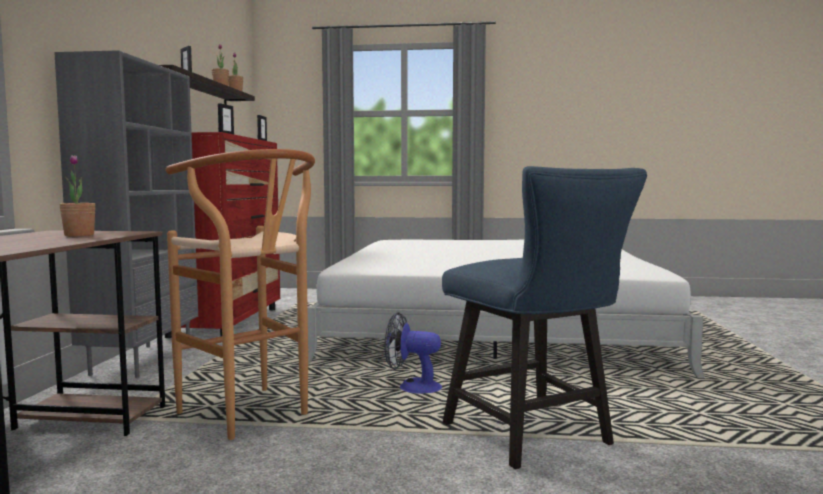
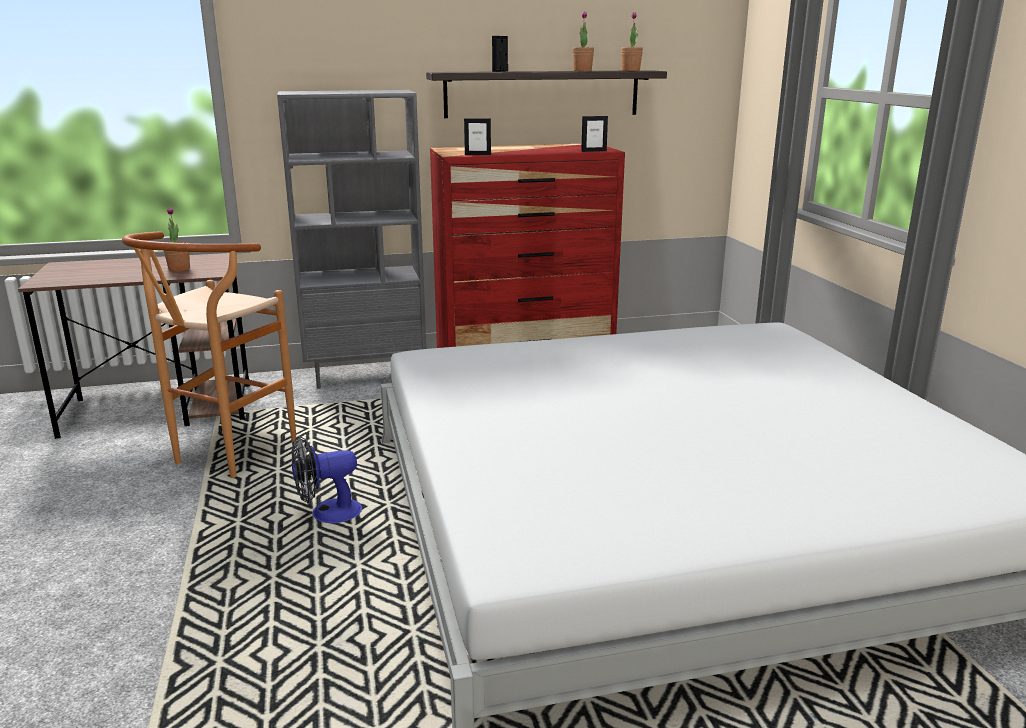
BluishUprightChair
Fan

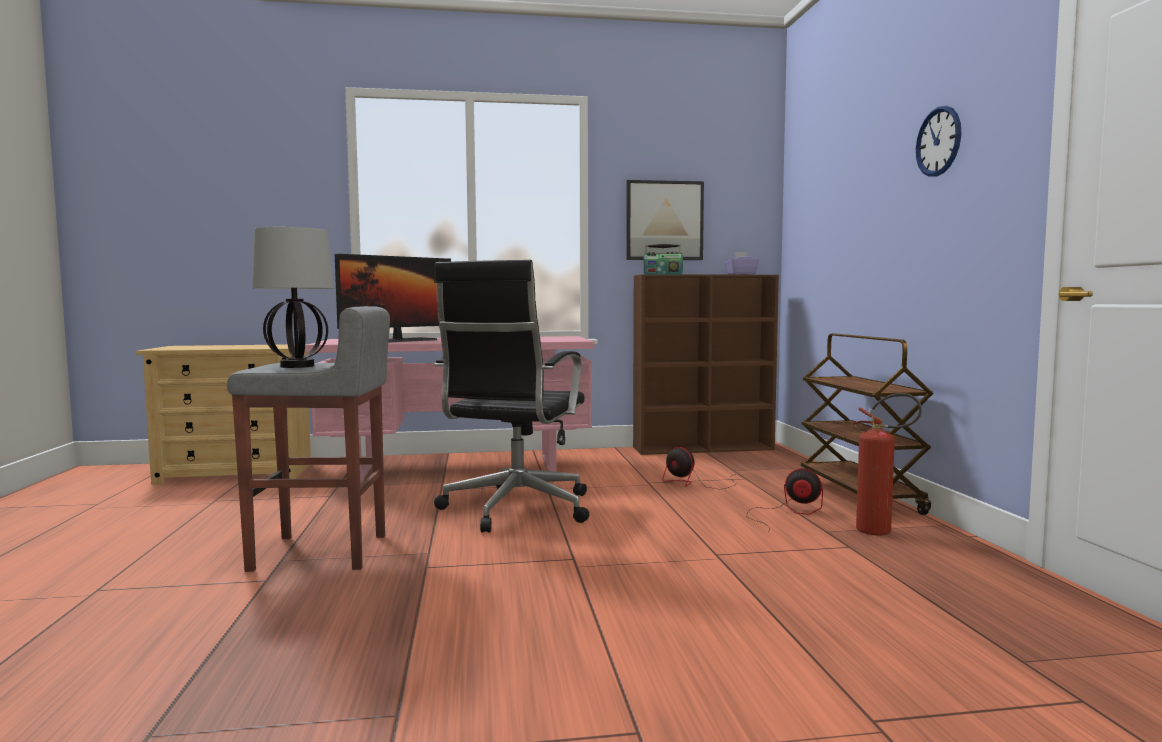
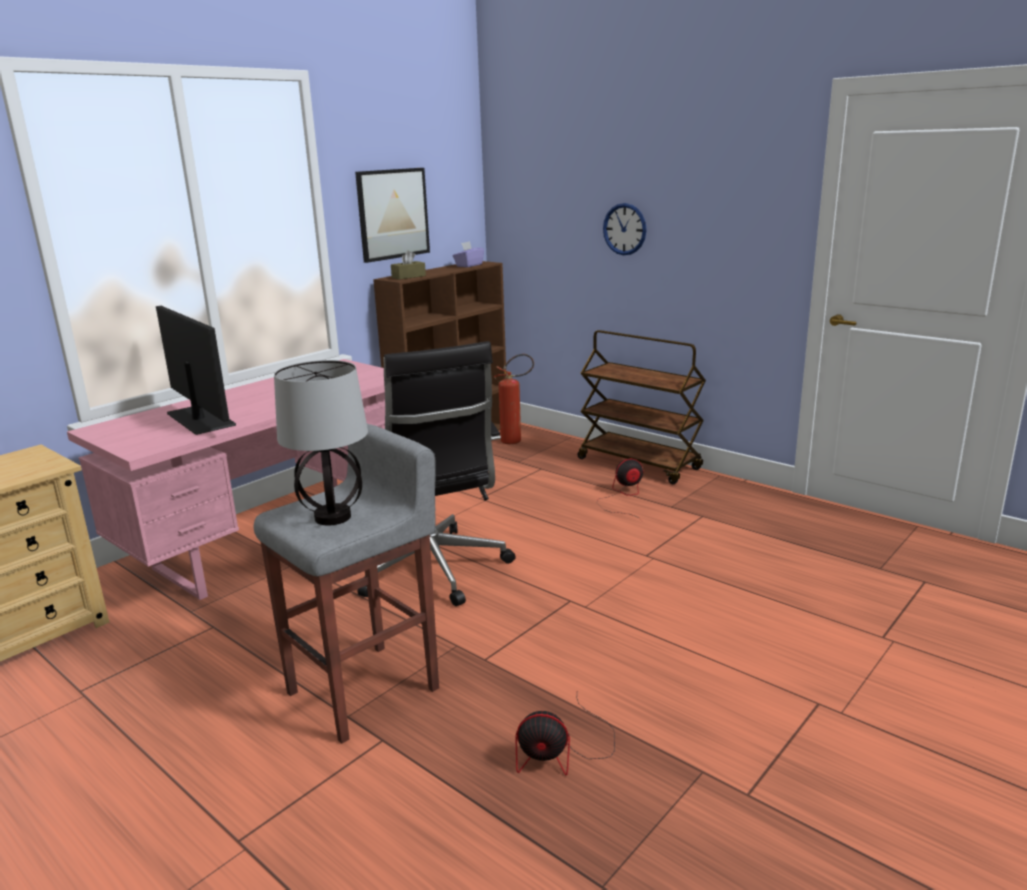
ClockOnTheWall
BrownColouredTissueBox
ComputerScreen
FireExtinguisher
Fan (1st from left)

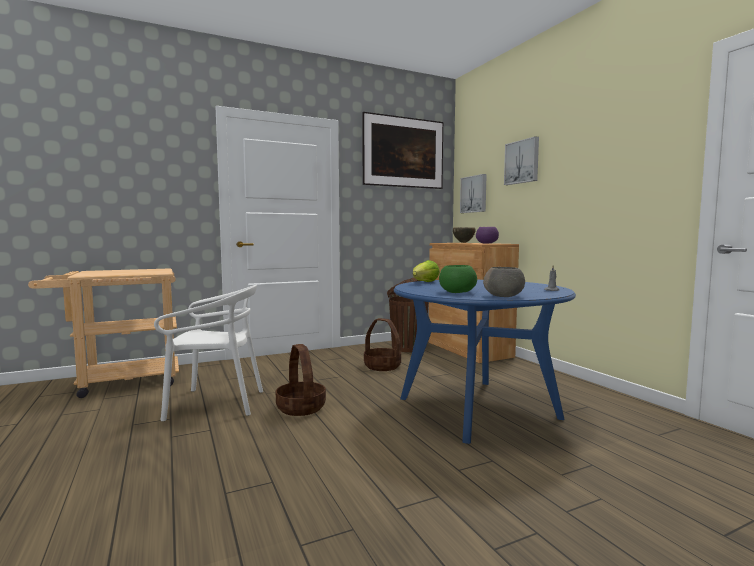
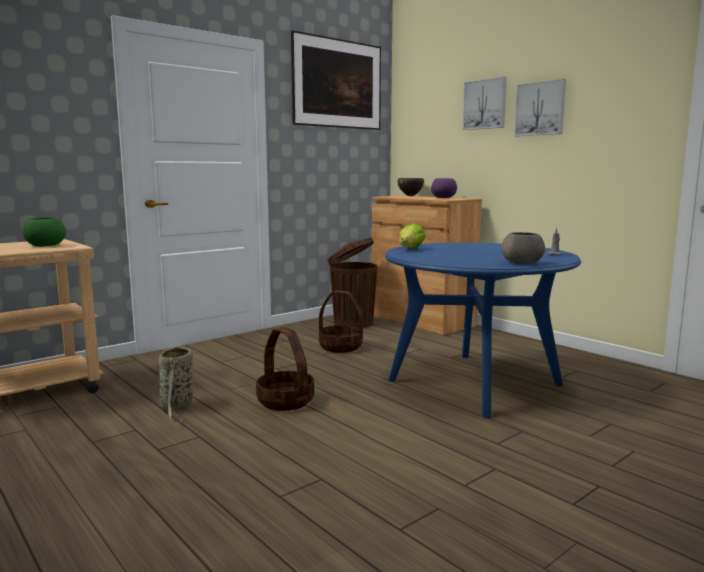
WallPicture (3rd from left)
GreenColouredServingBowl
Basket (1st from left)

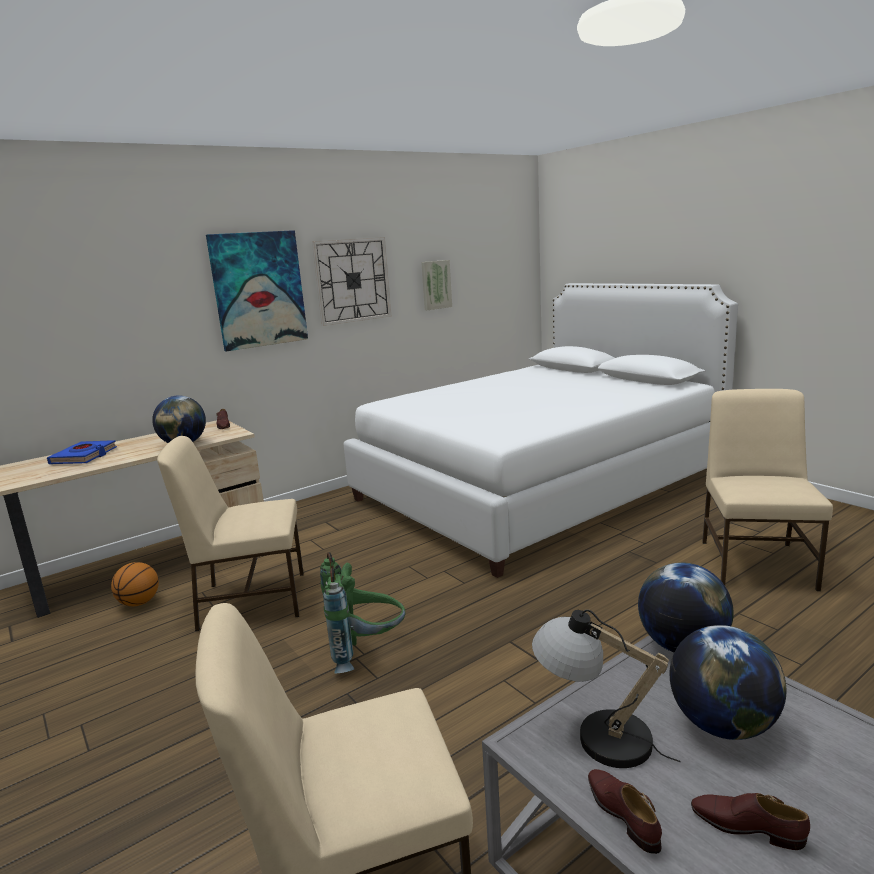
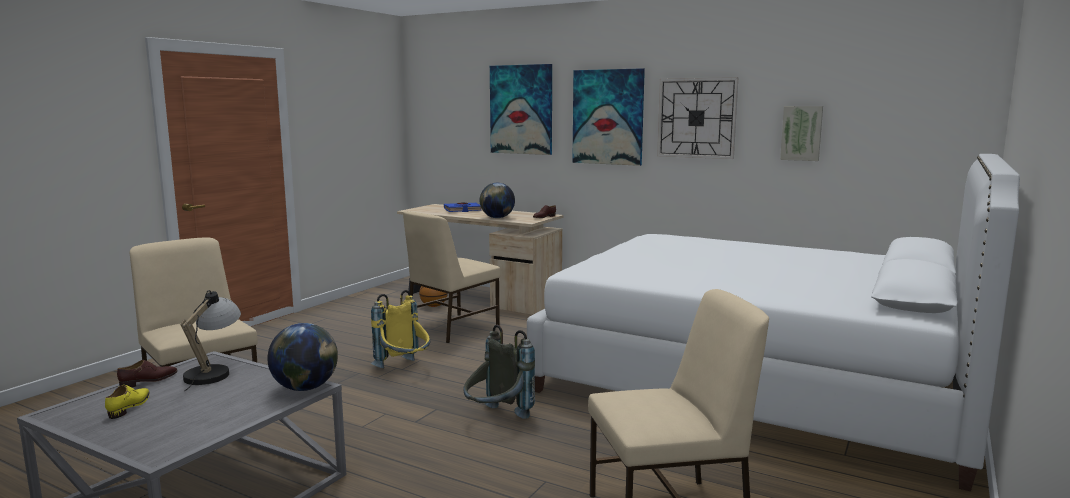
SandColouredUprightChair (2nd from left)
YellowKnapsack
WorldGlobe (3rd from left in the first image)
YellowLowShoe
WallPicture (1st from left)
GreyKnapsack

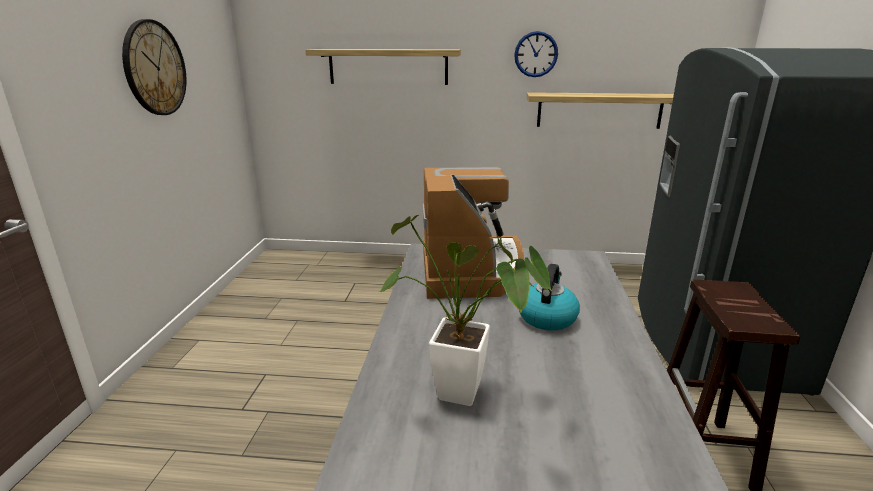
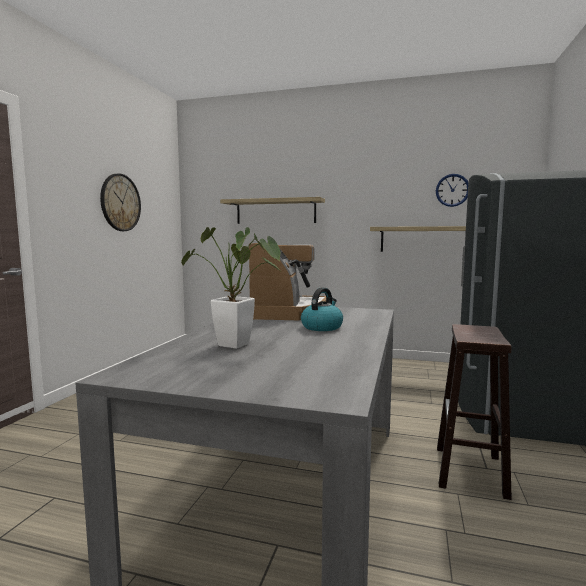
ClockOnTheWall (2nd from left)

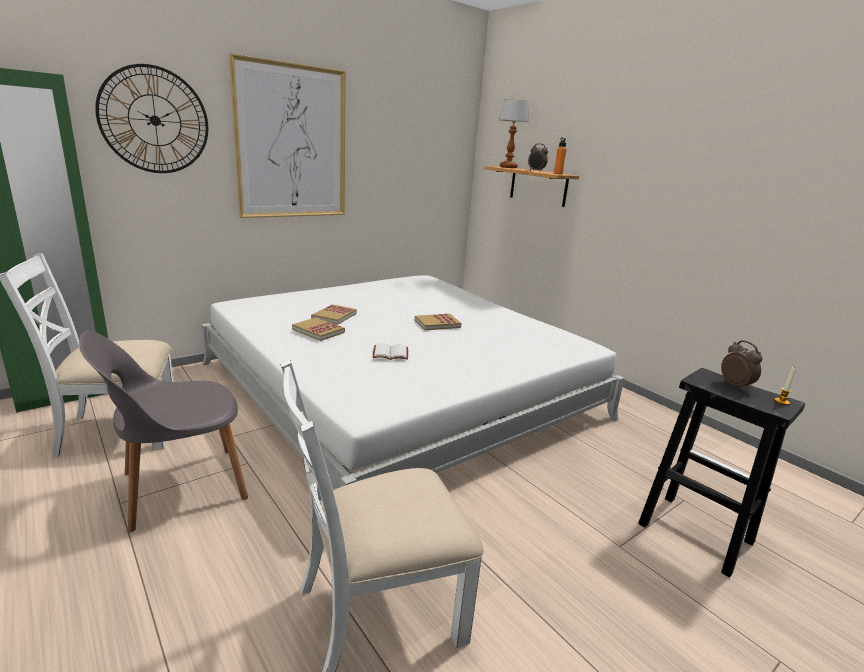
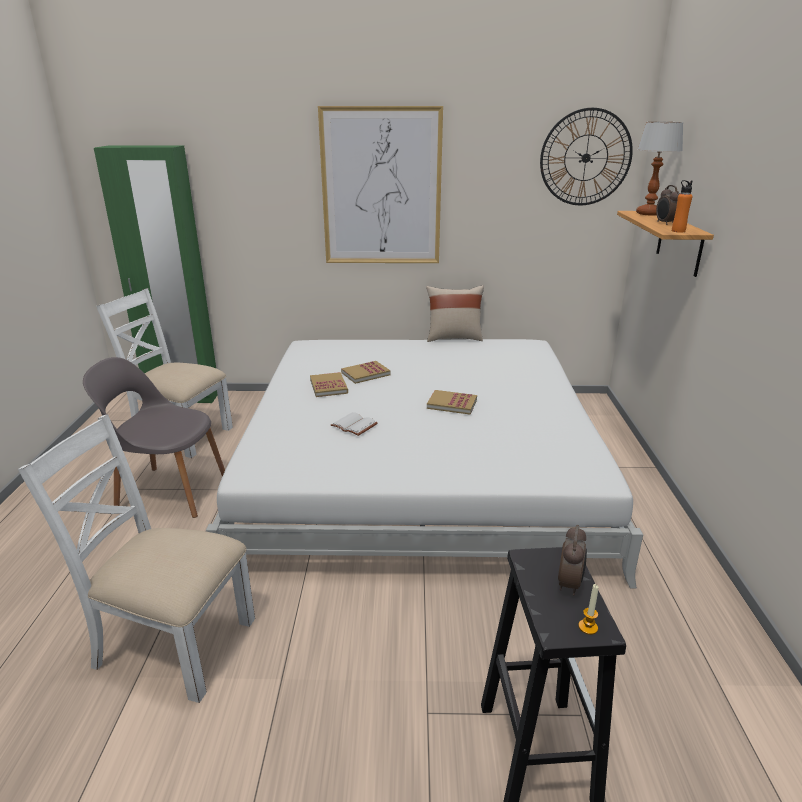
ClockOnTheWall
SandColouredThrowPillow

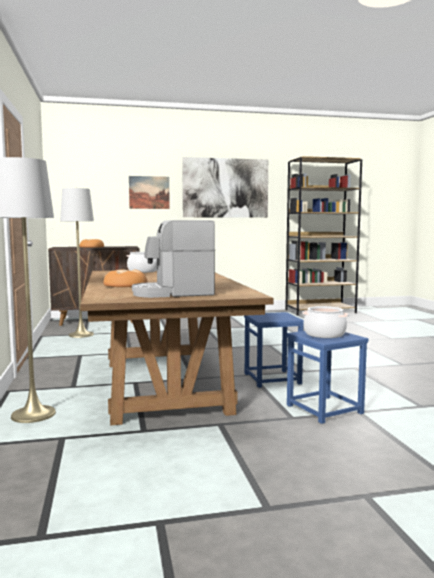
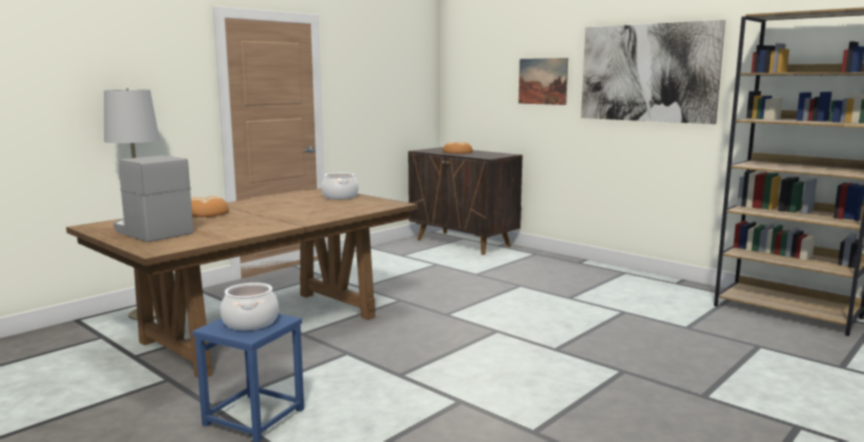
GreyStandingLamp (2nd from left in the first image)
BluishStool (1st from left in the first image)

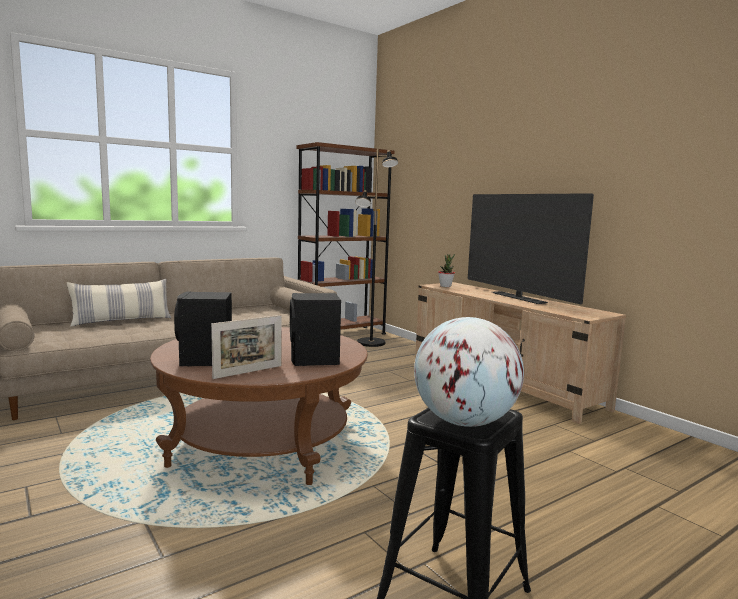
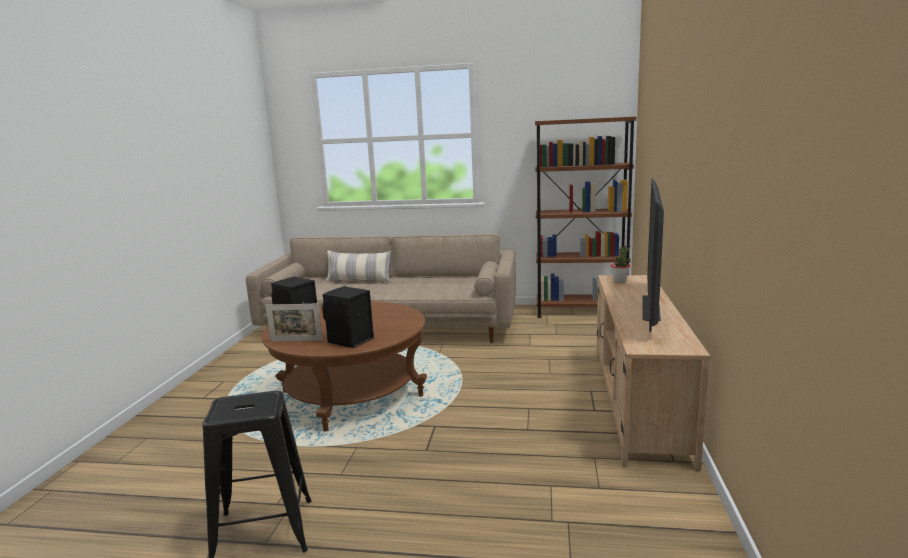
BlackishStandingLamp
WorldGlobe

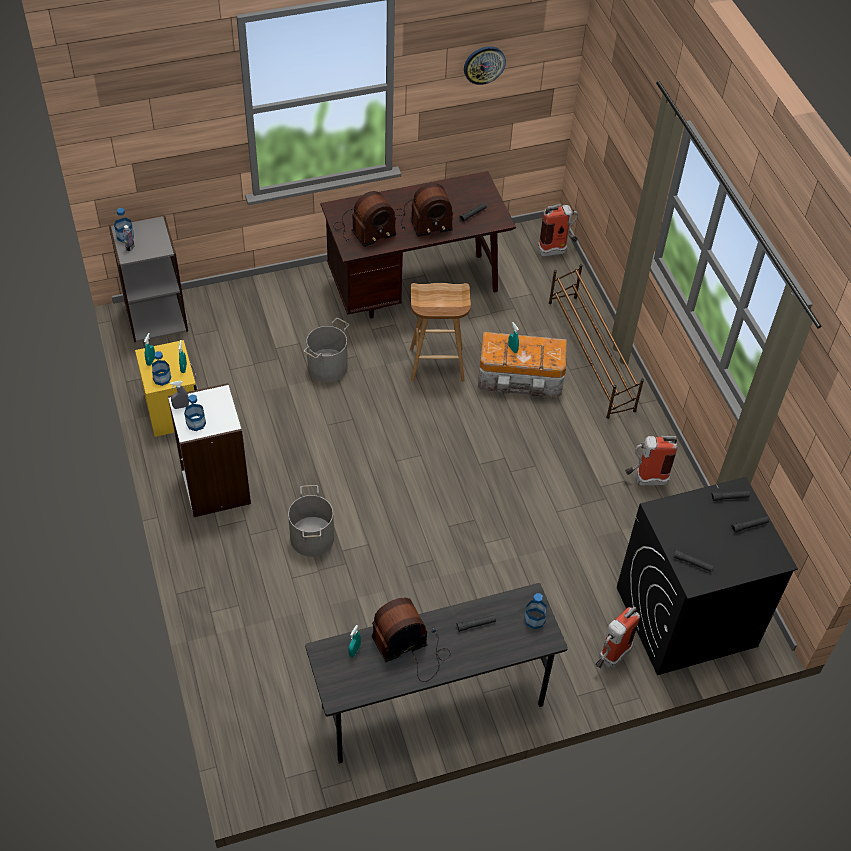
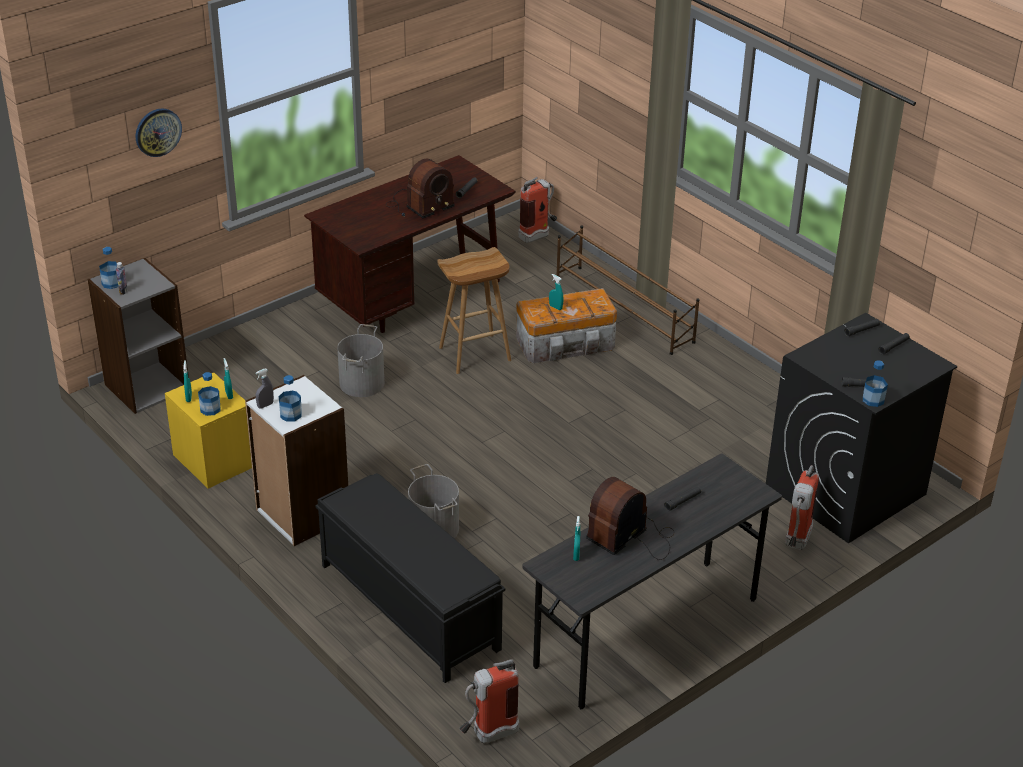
ClockOnTheWall
RadioSet (1st from left in the first image)
FireExtinguisher (1st from left)
Bottle (5th from left)
BlackishBench

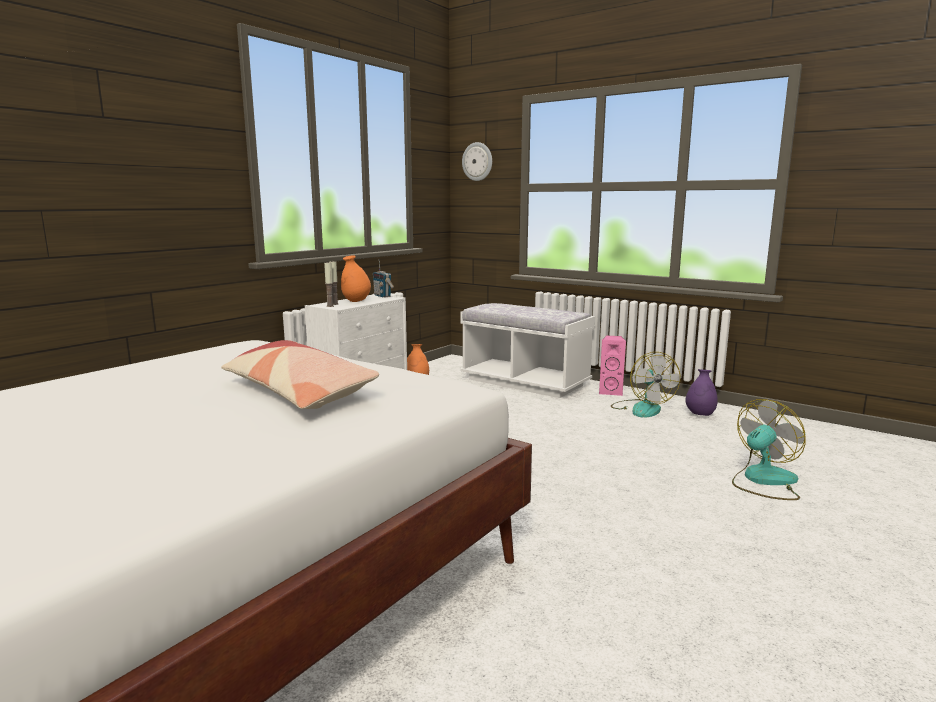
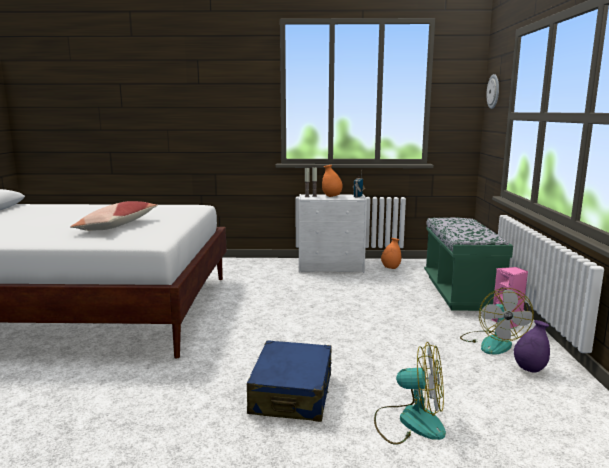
GreenColouredBench
Fan (2nd from left)
BluishSuitcase

